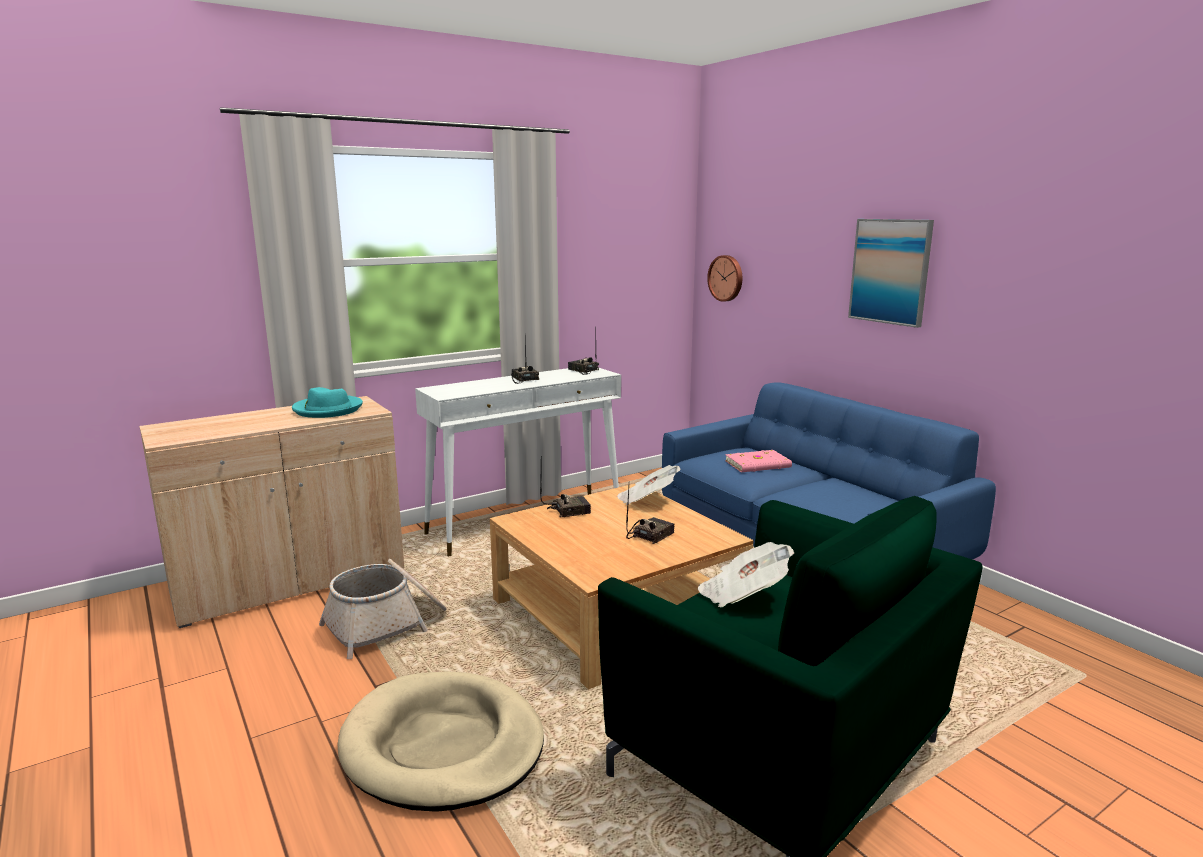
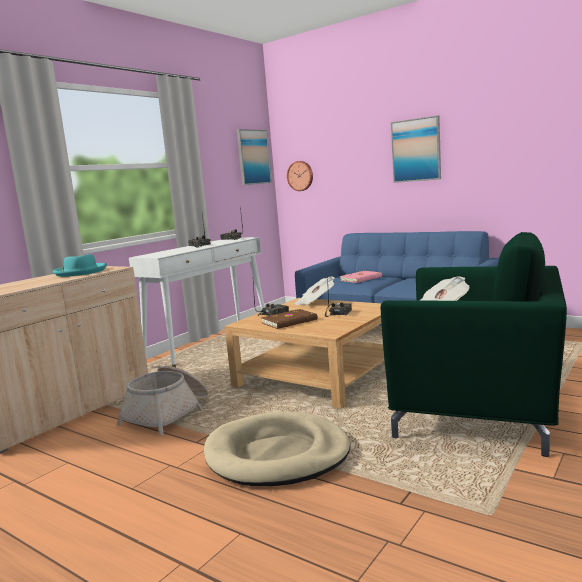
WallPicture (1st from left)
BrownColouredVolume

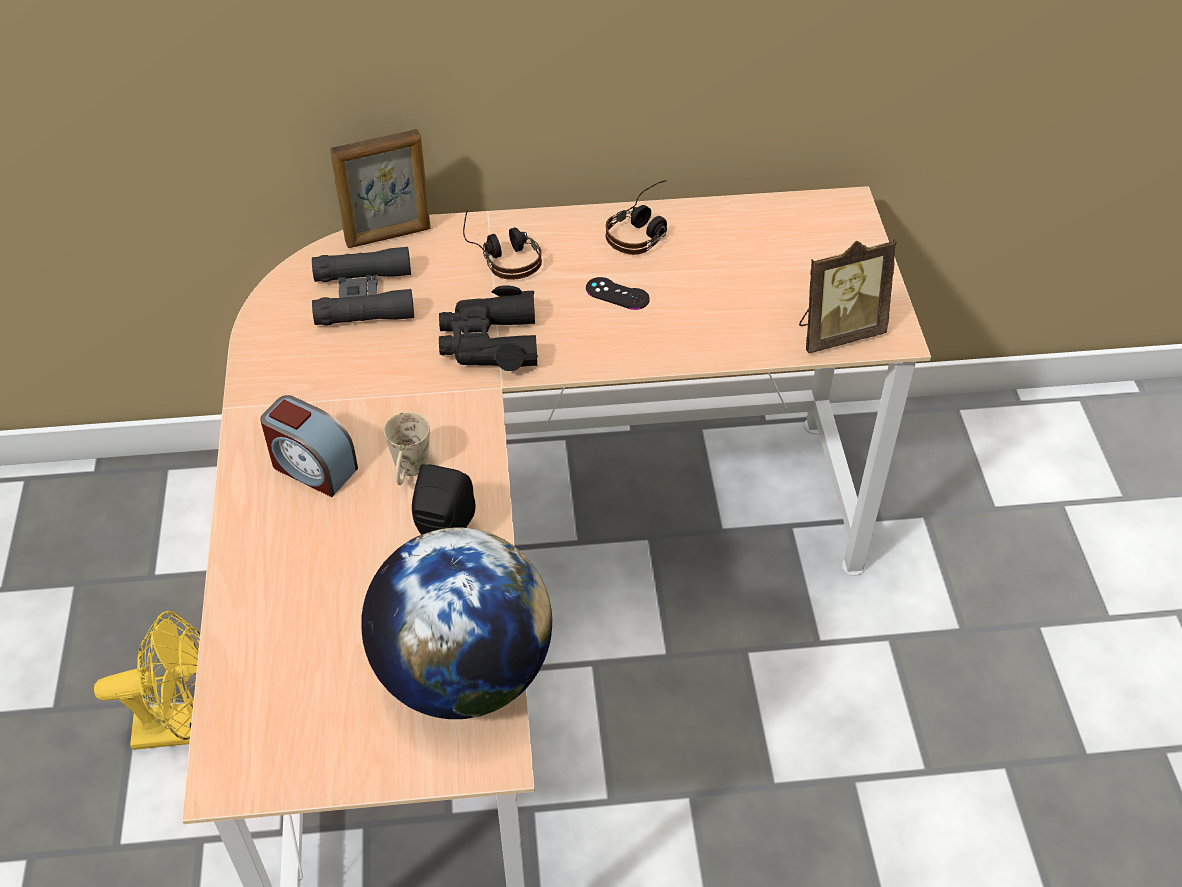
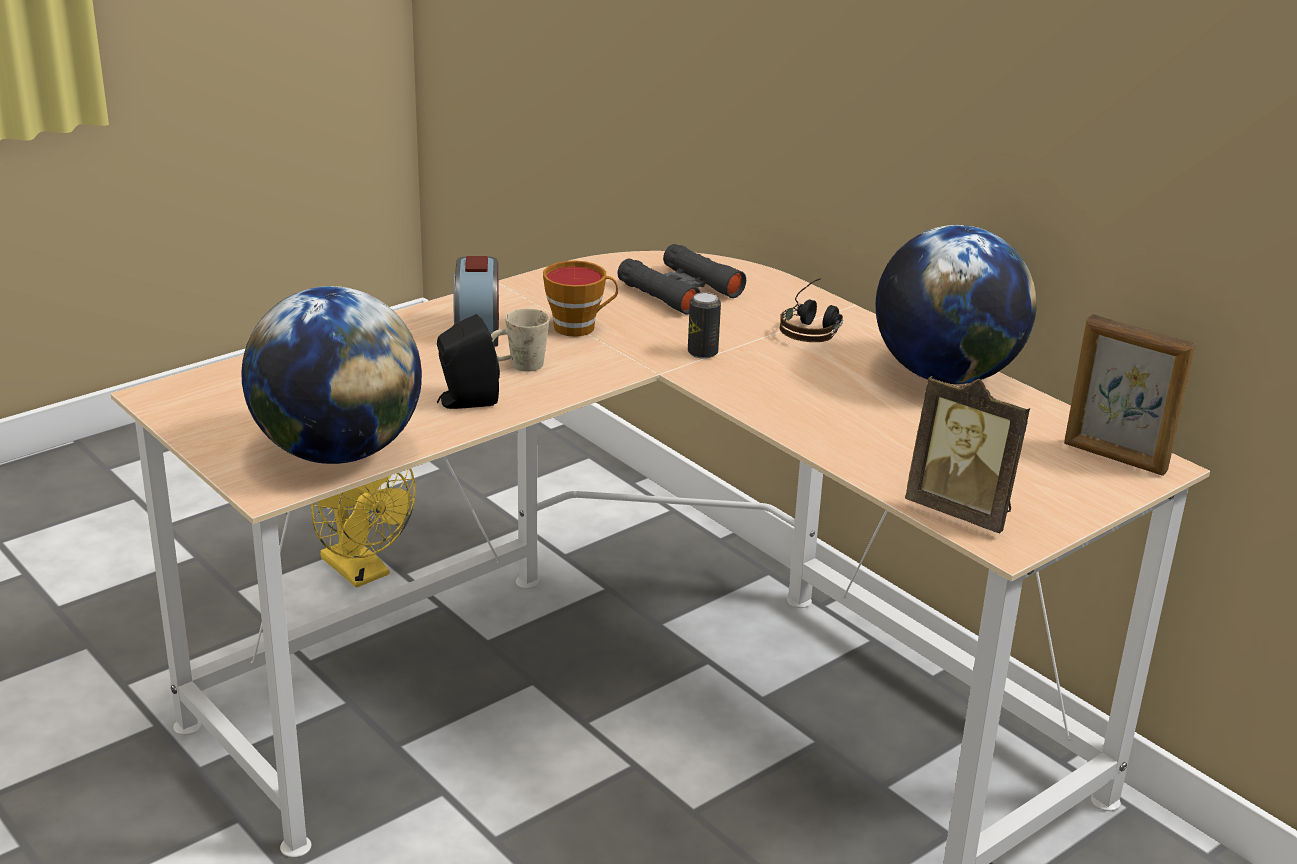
StandingFrame (2nd from left)
WorldGlobe (2nd from left)
BlackishGamepad
MetalCan
SmallCup

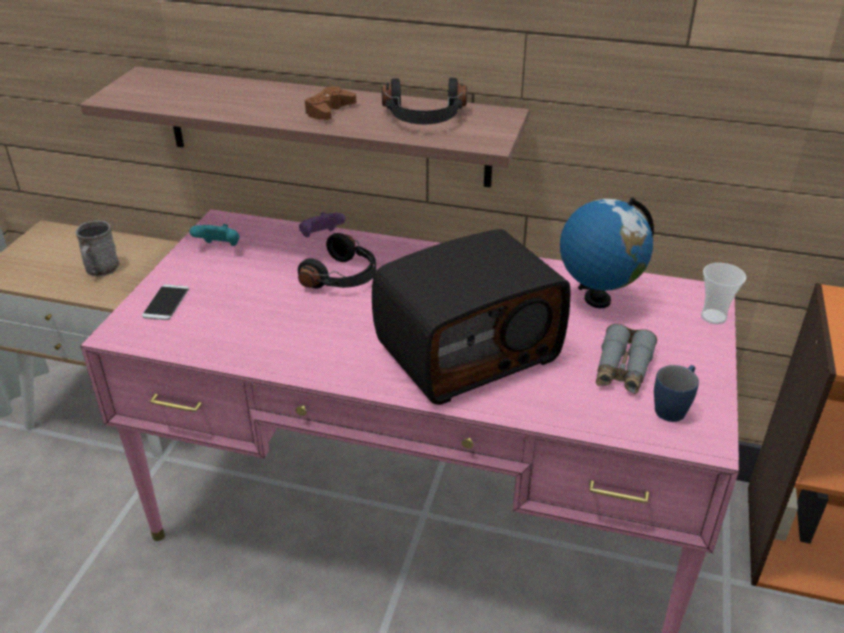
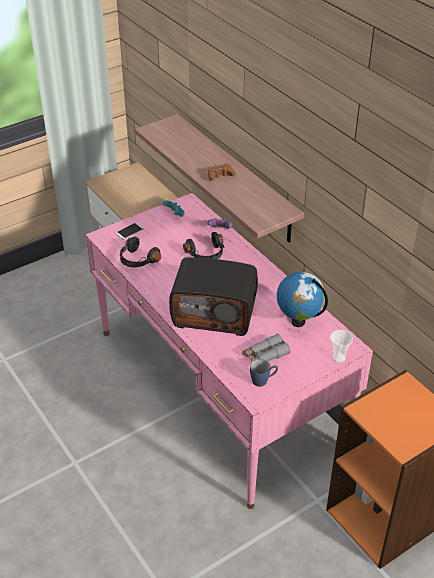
BlackishPairOfHeadphones (1st from left)
GreyTeaMug

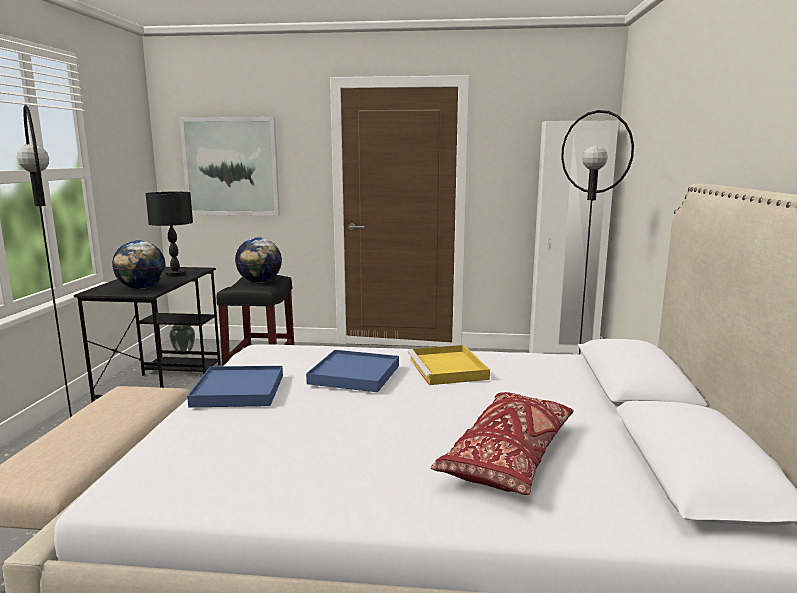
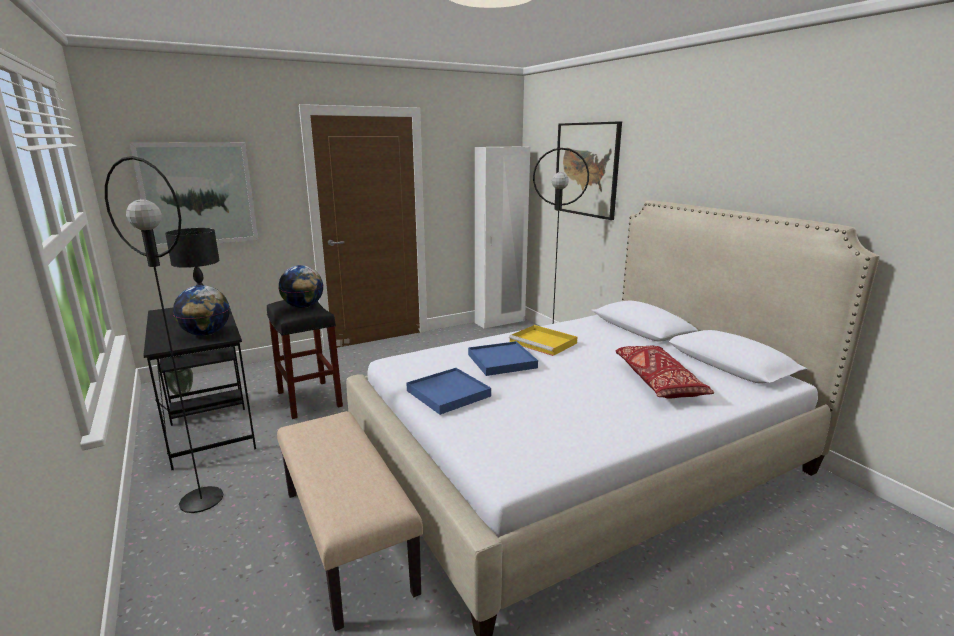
WallPicture (2nd from left)

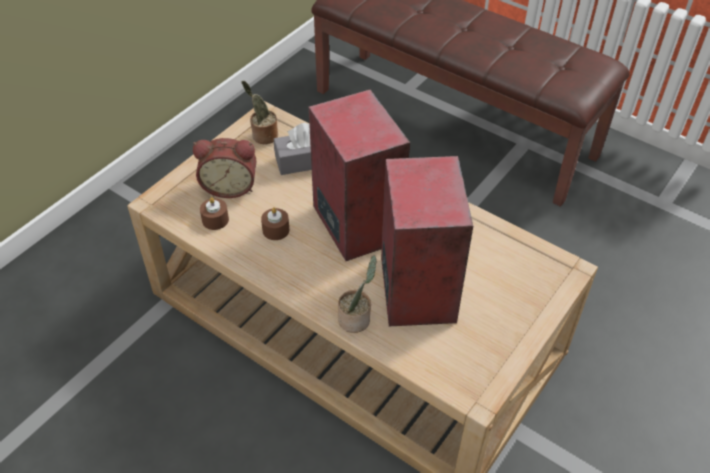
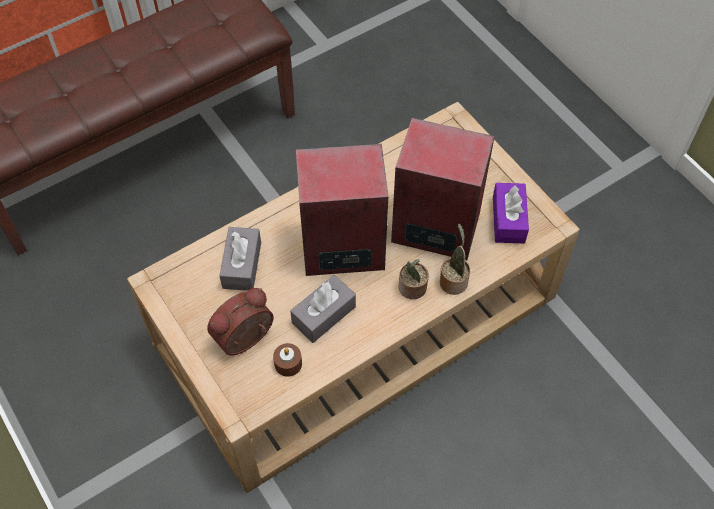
Houseplant (1st from left)
BedsideClock
GreyTissueBox (2nd from left)
PurplishTissueBox

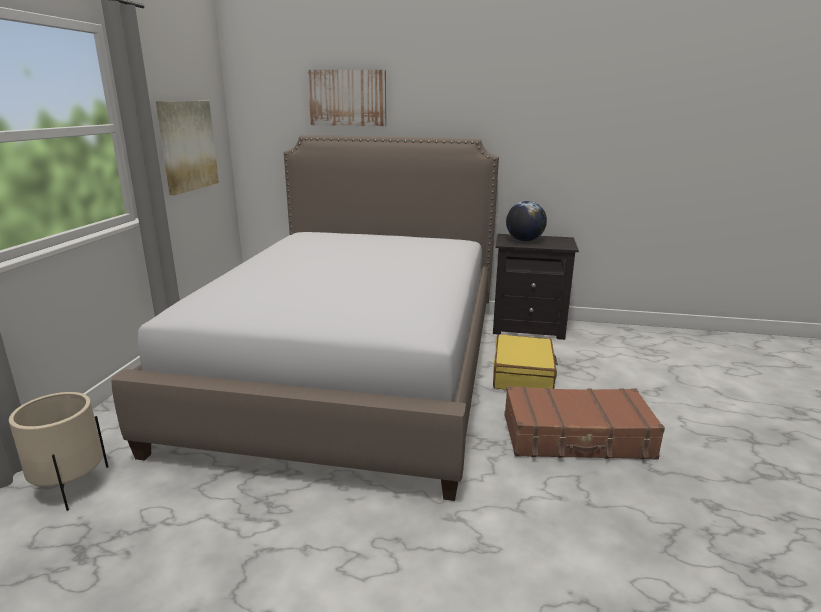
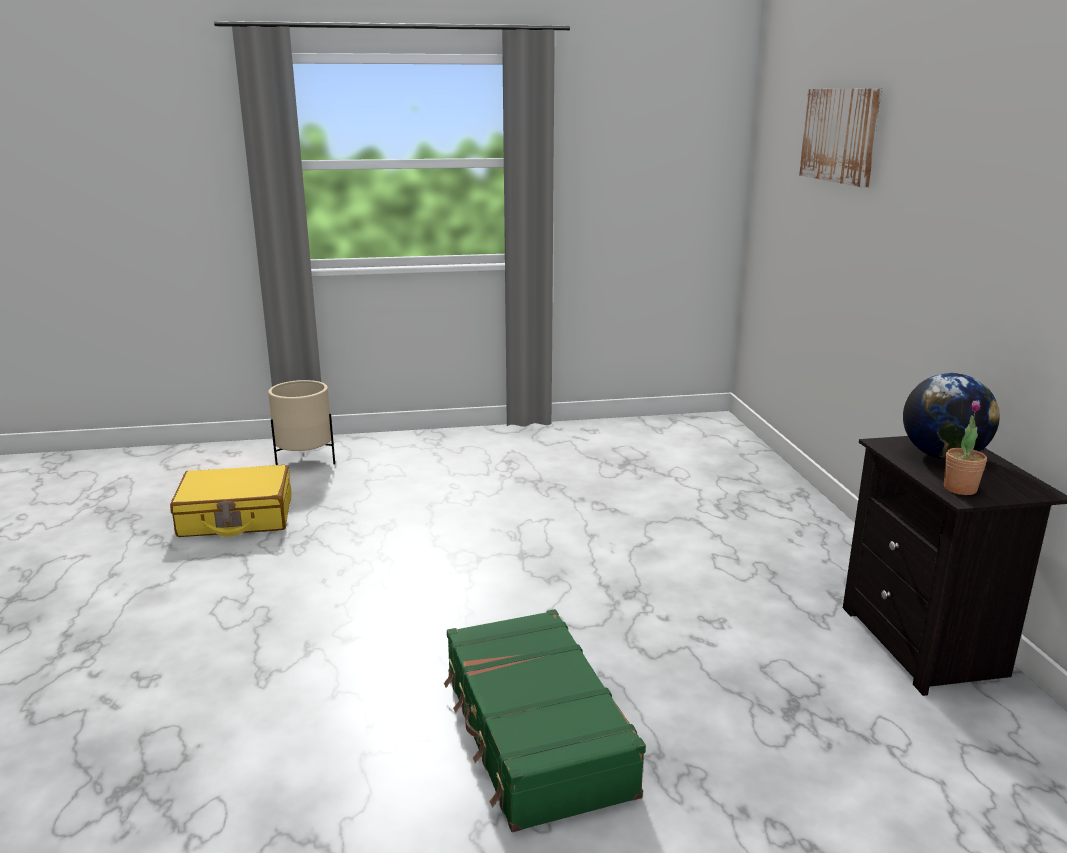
WallPicture (1st from left in the first image)
SleepingBed
YellowSuitcase
GreenColouredSuitcase
Houseplant

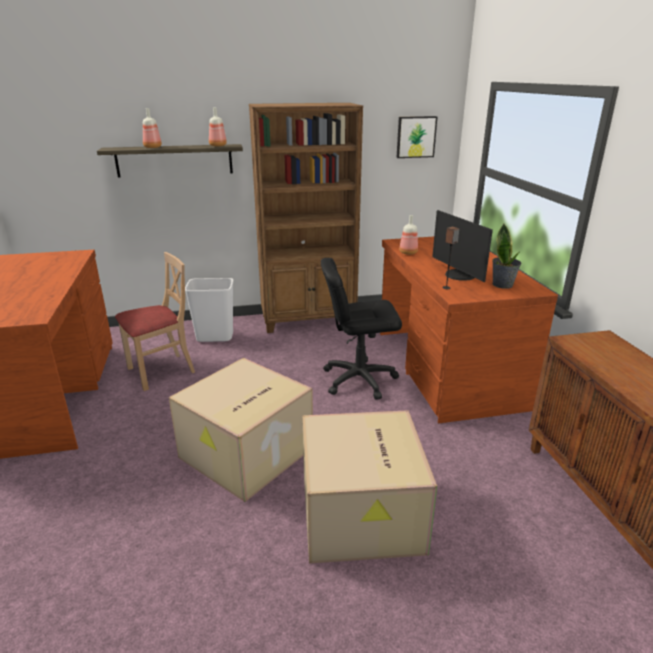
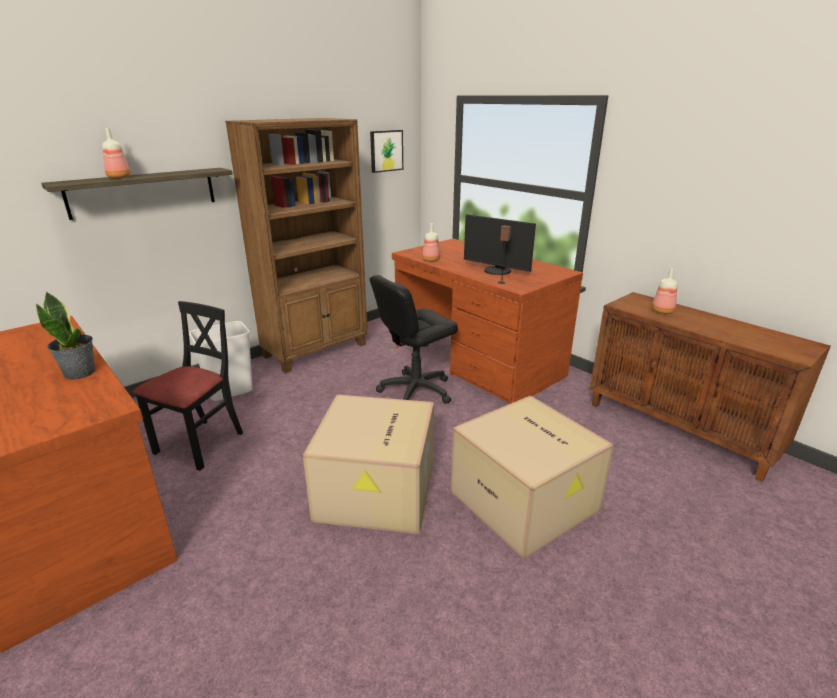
Bottle (3rd from left)
Houseplant
BlackishUprightChair

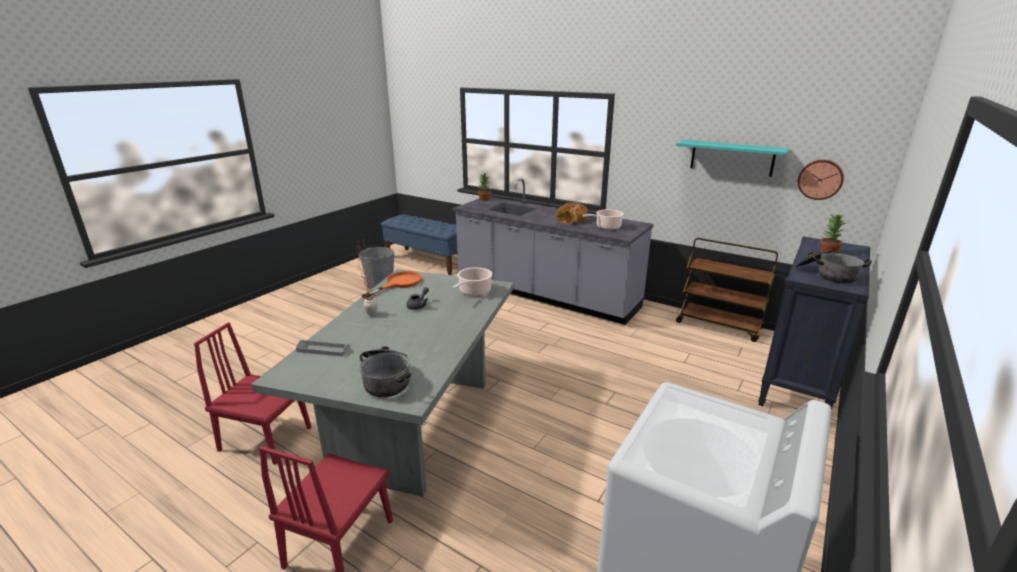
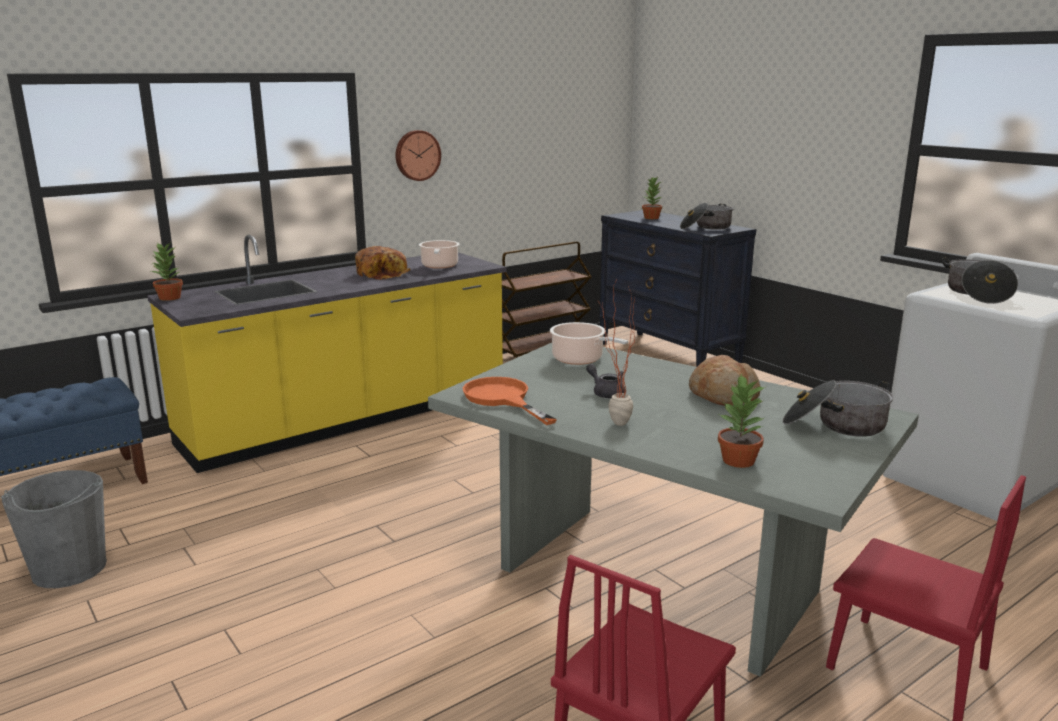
BlueGreenWallShelf
ClockOnTheWall
YellowCounter
Houseplant (4th from left)
Stockpot (5th from left)
BakeryBread (2nd from left)

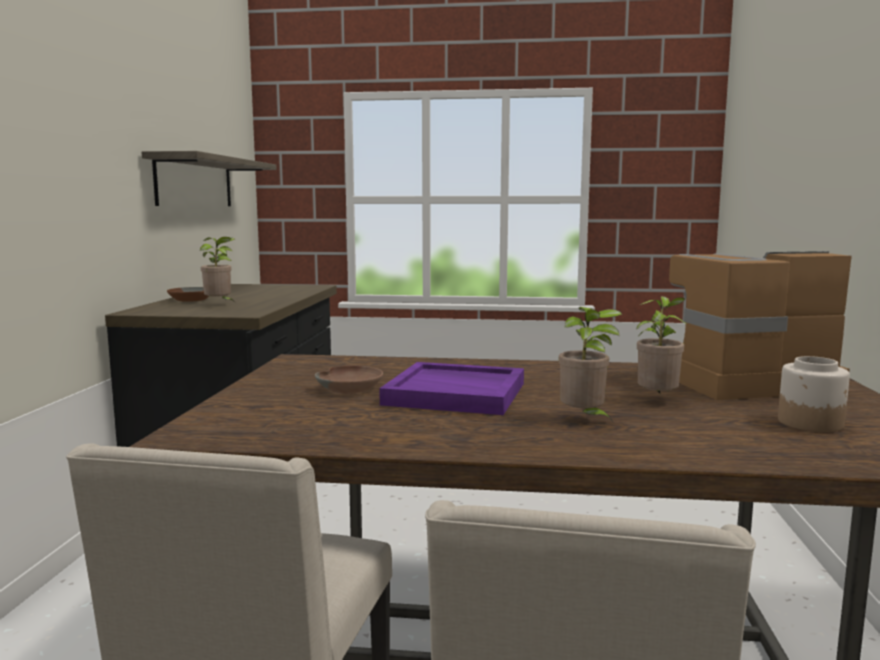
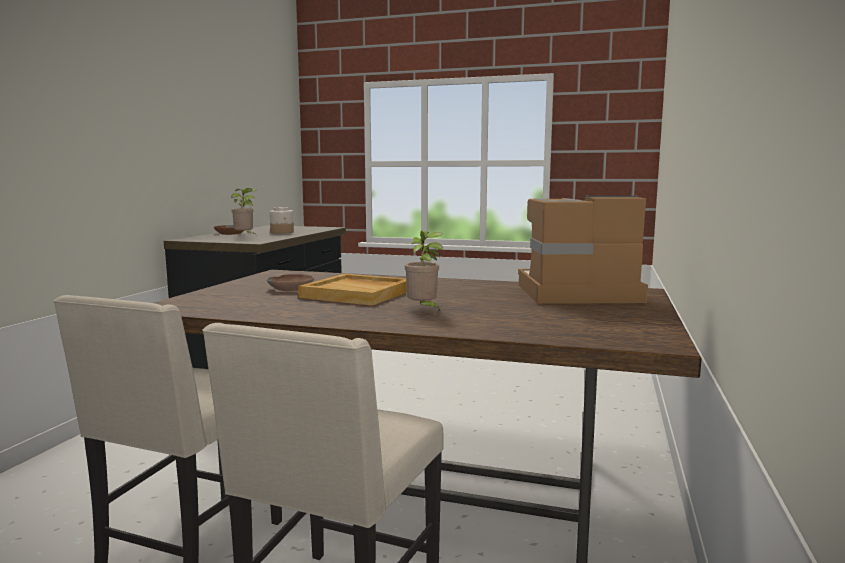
WallShelf
Houseplant (3rd from left in the first image)
StorageJar
SandColouredTray

